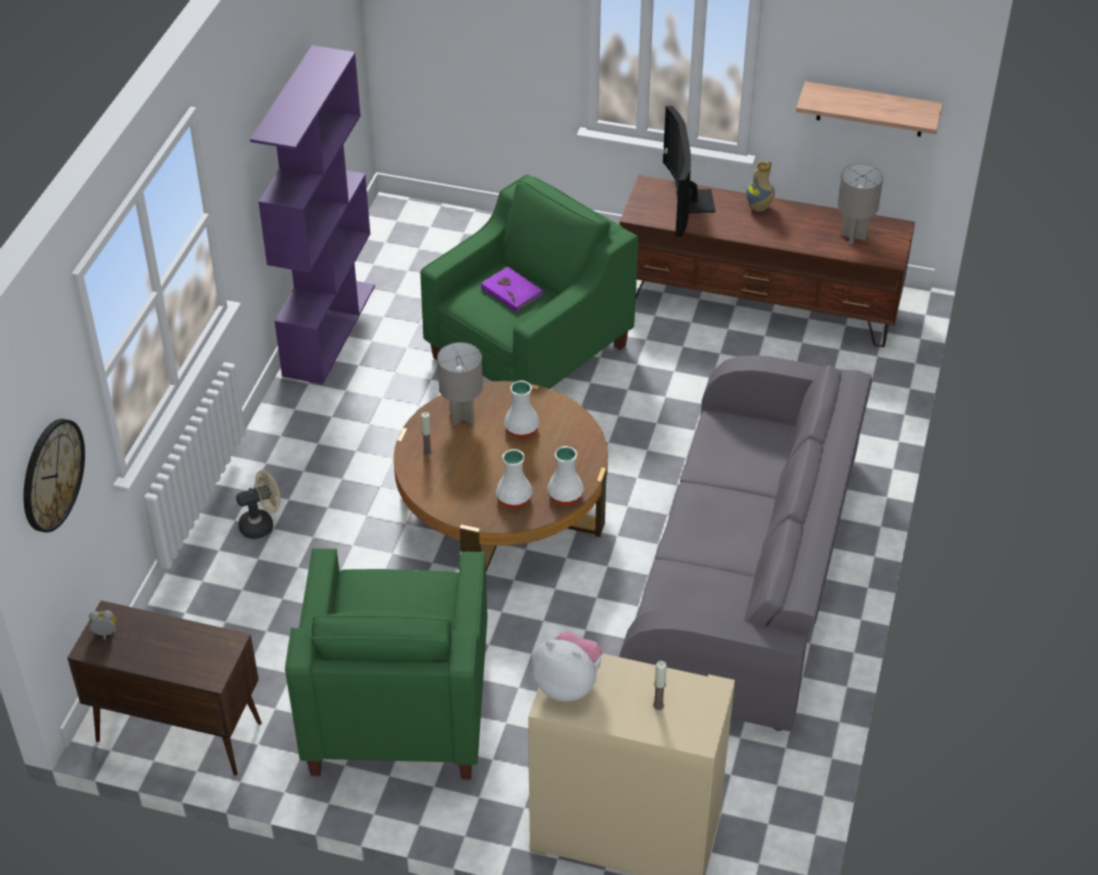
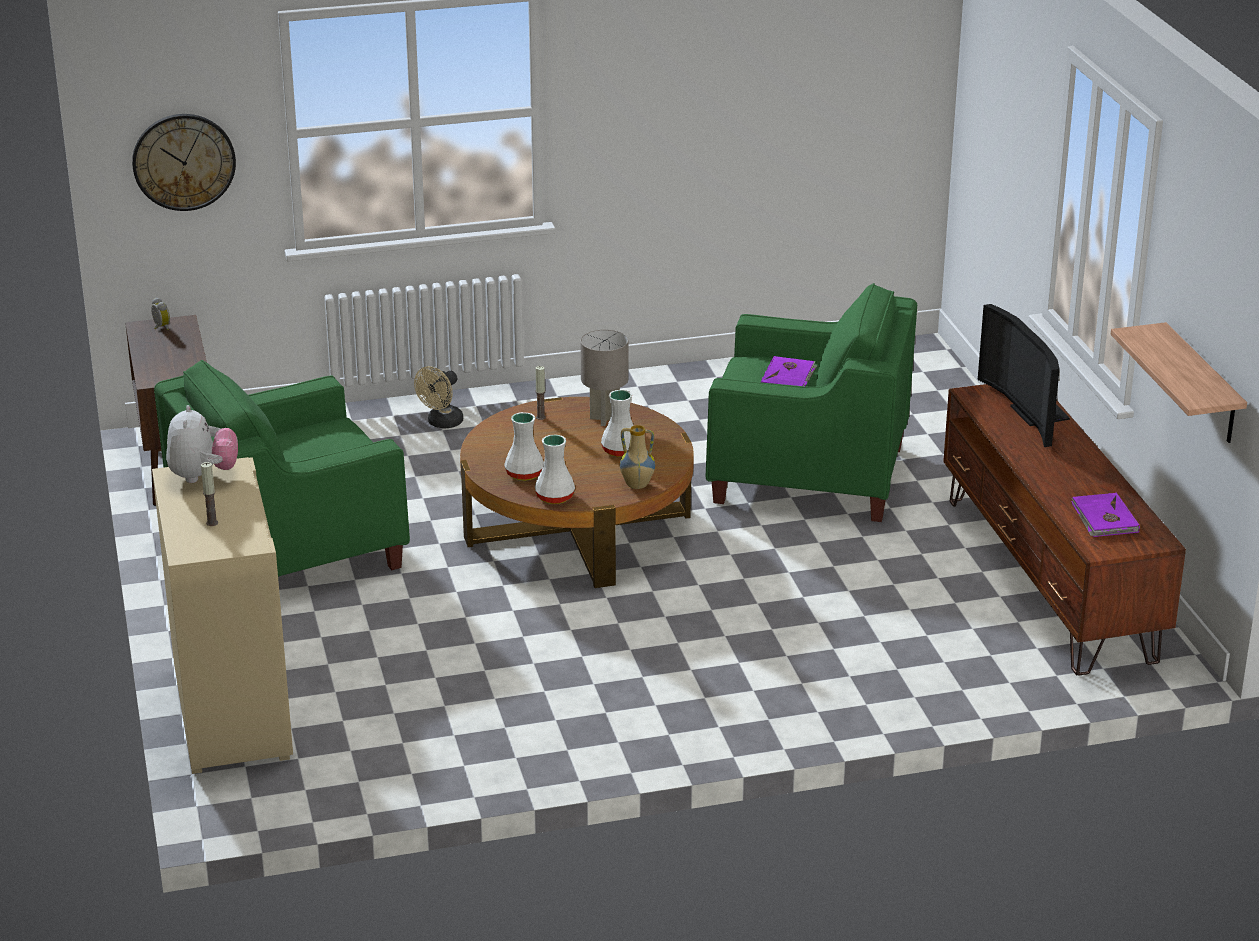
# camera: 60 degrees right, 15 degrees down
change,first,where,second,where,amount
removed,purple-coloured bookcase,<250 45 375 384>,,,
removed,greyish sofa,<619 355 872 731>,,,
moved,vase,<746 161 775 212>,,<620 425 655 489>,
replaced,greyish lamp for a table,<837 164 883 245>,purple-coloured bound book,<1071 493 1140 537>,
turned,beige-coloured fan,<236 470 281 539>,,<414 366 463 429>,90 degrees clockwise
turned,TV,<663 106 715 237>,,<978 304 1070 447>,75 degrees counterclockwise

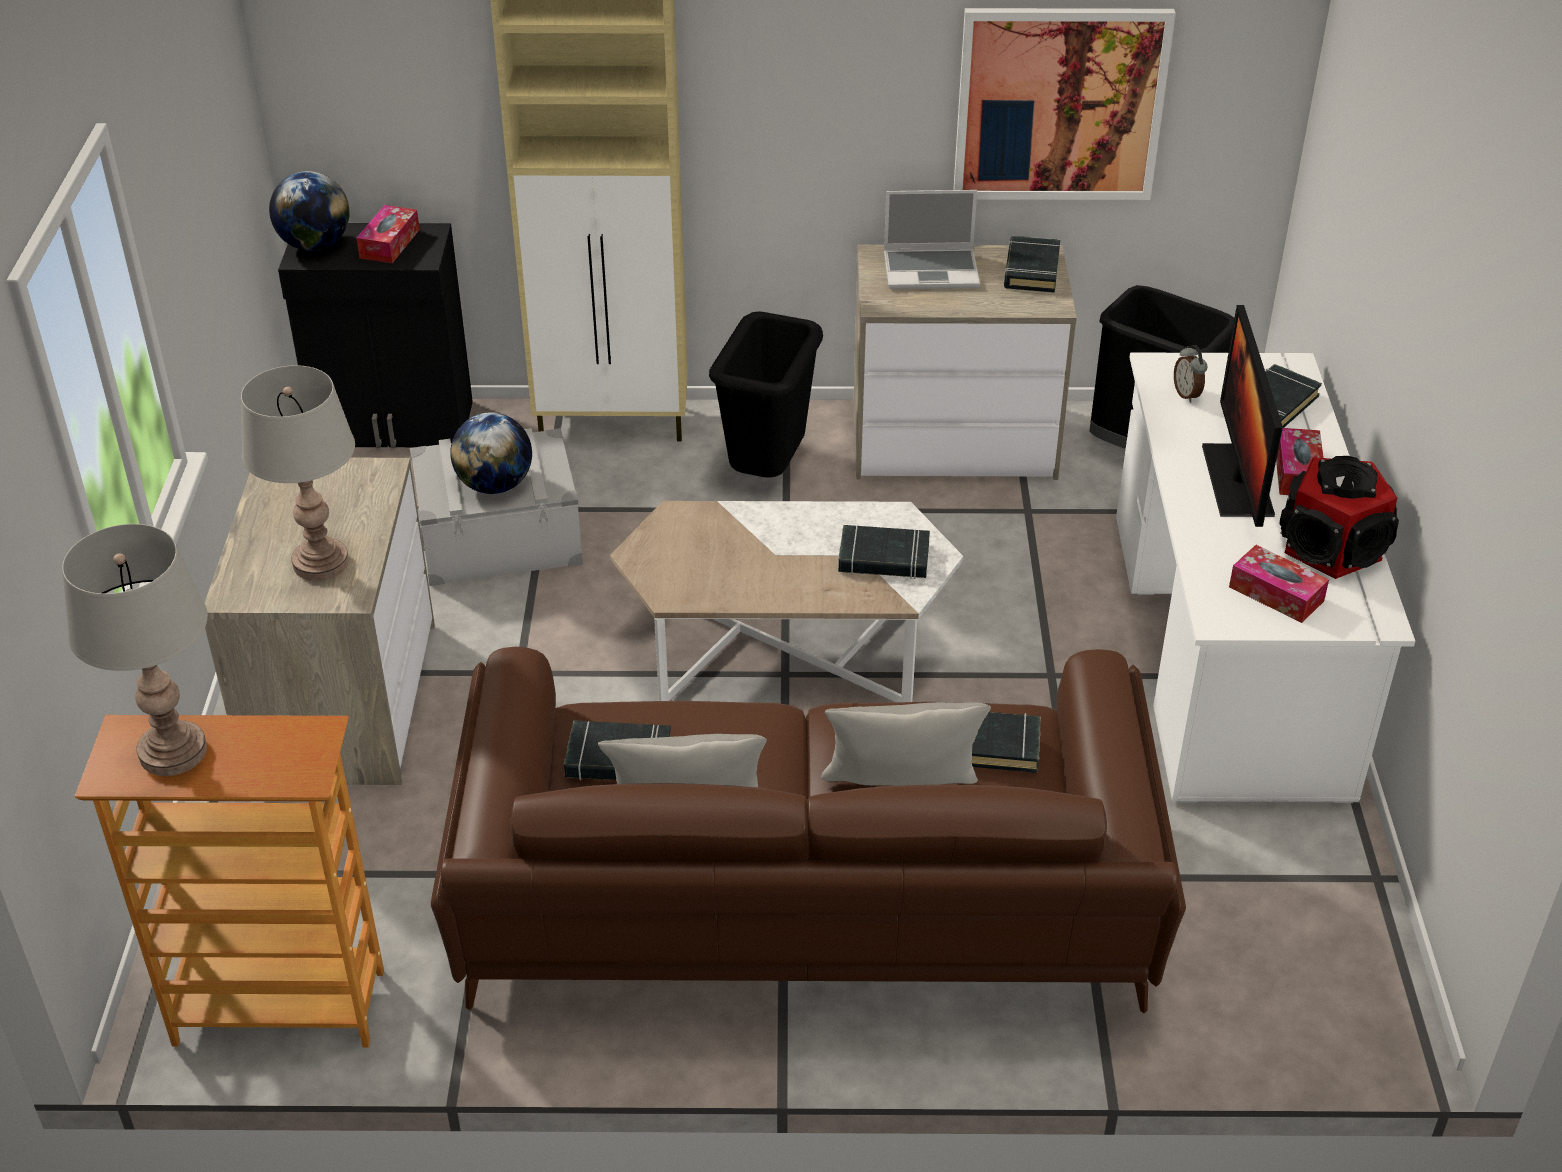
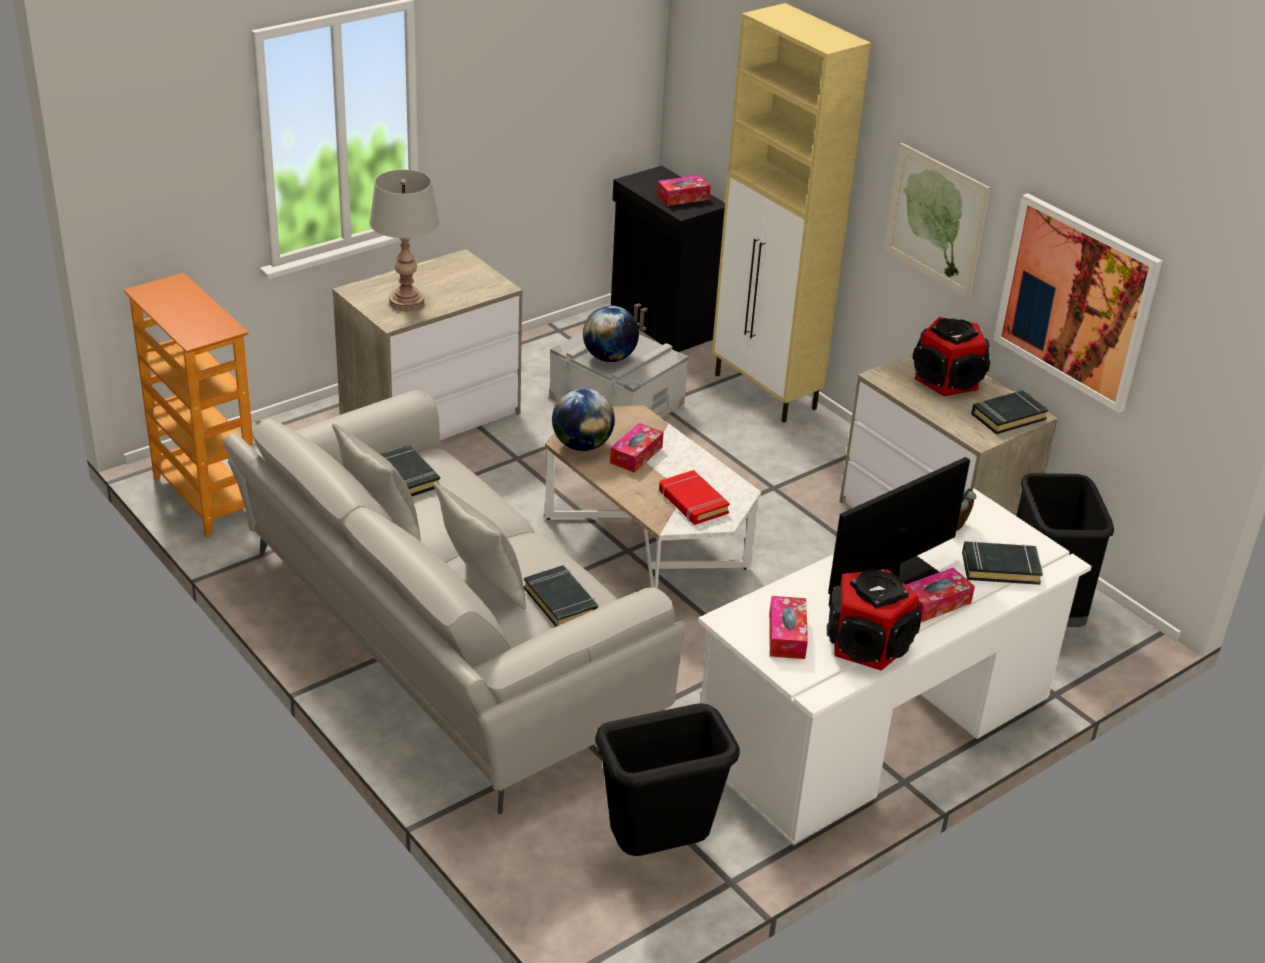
# camera: 50 degrees right, 5 degrees down
change,first,where,second,where,amount
removed,greyish lamp for a table,<62 524 208 776>,,,
added,,,box of tissues,<610 423 664 473>,
added,,,picture,<884 143 991 298>,
moved,desk globe,<269 171 350 251>,,<552 388 615 451>,
moved,black-coloured rubbish bin,<709 311 823 478>,,<595 703 740 856>,
replaced,notebook computer,<884 190 980 289>,speaker,<913 317 990 396>,
recoloured,brown-coloured sofa,<431 647 1186 1013>,greyish sofa,<223 390 686 814>,
recoloured,black-coloured bound book,<838 525 930 579>,red bound book,<659 470 730 525>,

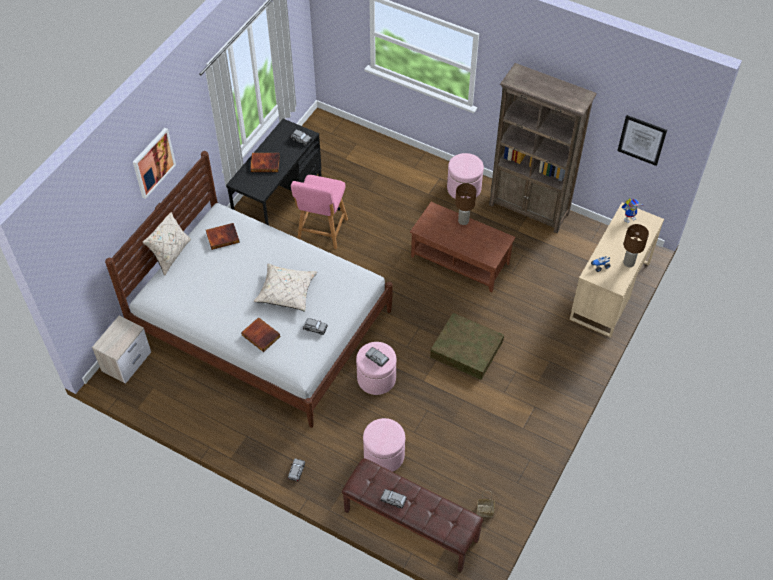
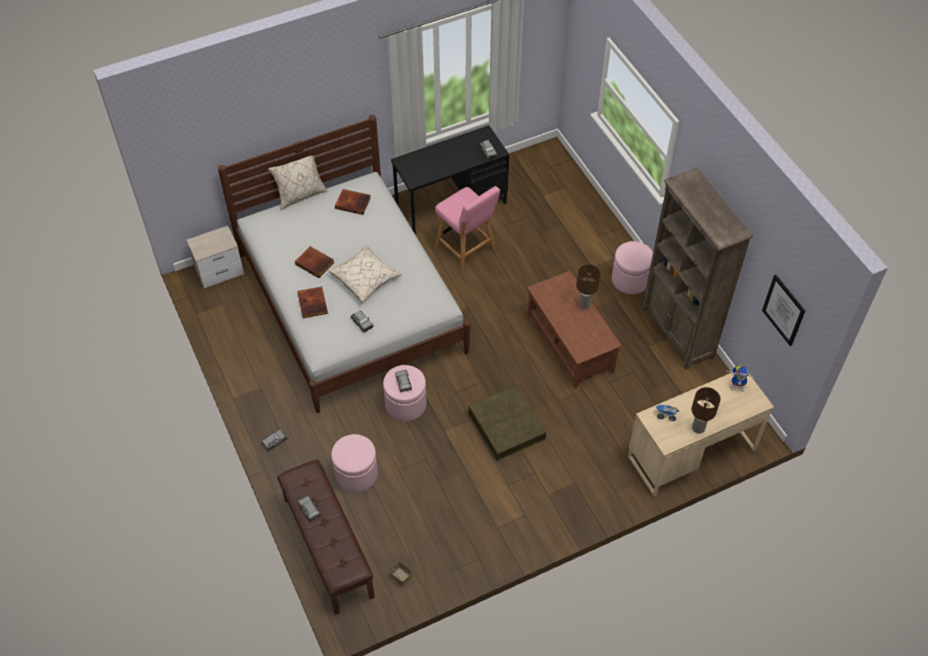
# camera: 35 degrees right, 0 degrees up
change,first,where,second,where,amount
removed,picture,<133 128 176 199>,,,
moved,bound book,<250 153 280 172>,,<295 246 335 278>,
turned,pinkish upright chair,<291 175 348 249>,,<435 186 500 271>,90 degrees counterclockwise

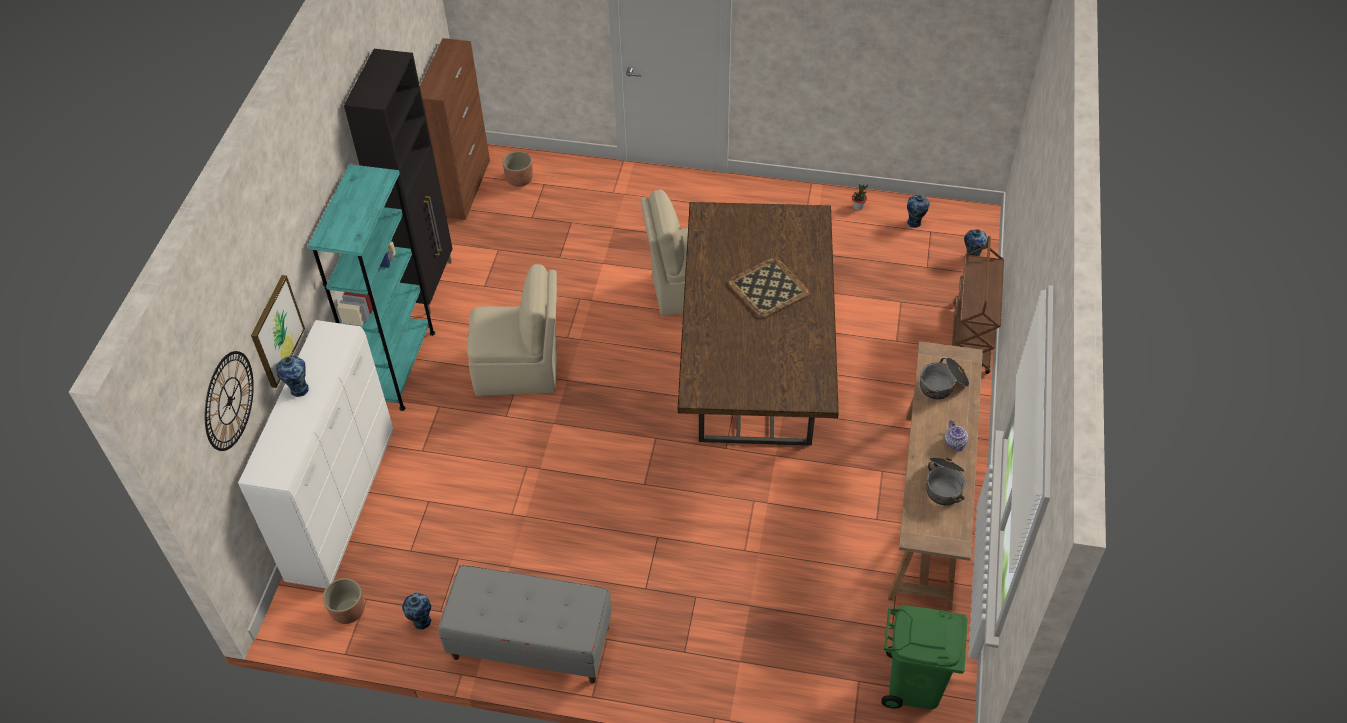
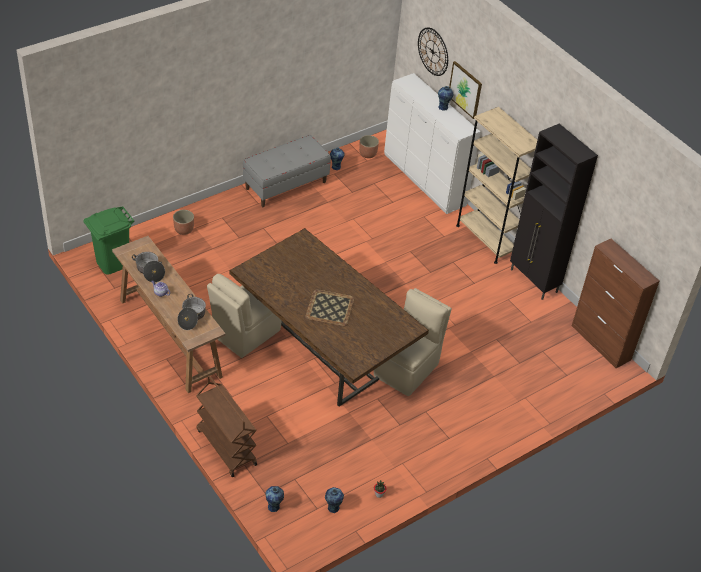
# camera: 130 degrees right, 5 degrees down
change,first,where,second,where,amount
moved,beige-coloured upright chair,<467 264 557 396>,,<207 274 282 358>,
moved,flower pot,<503 151 533 187>,,<173 210 194 235>,
recoloured,turquoise bookcase,<308 164 435 411>,beige-coloured bookcase,<456 107 537 264>,

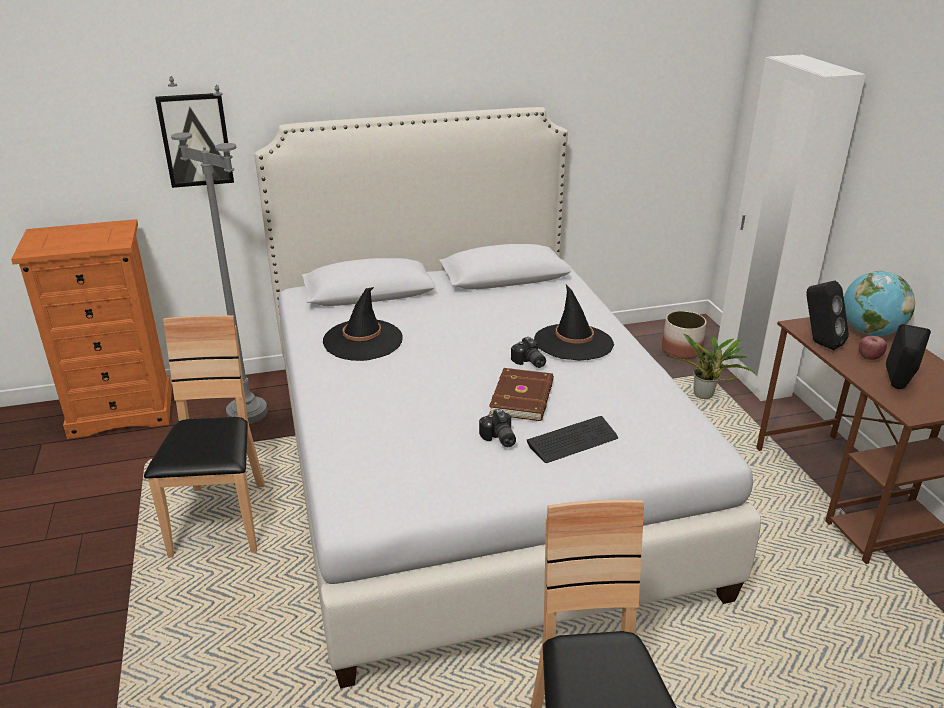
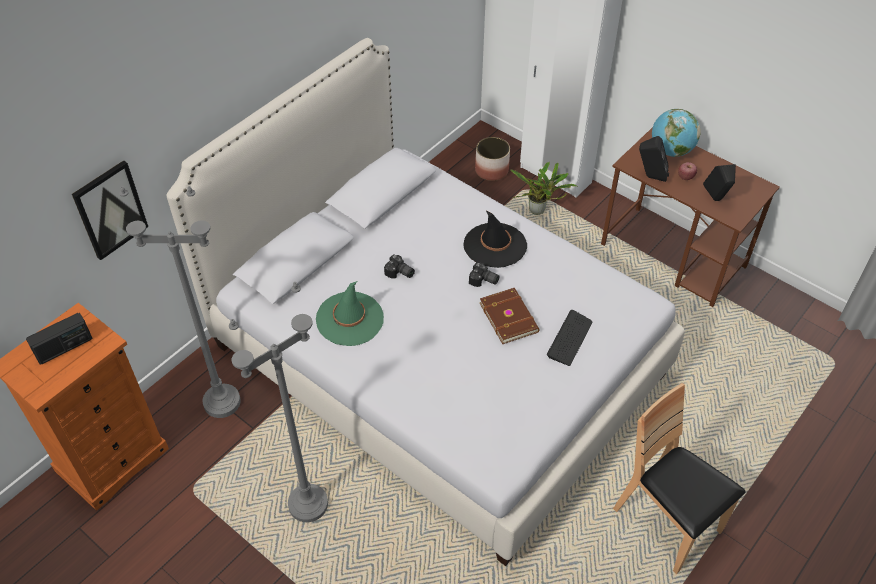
# camera: 35 degrees left, 20 degrees up
change,first,where,second,where,amount
added,,,radio receiver,<26 313 93 365>,
moved,photo camera,<479 409 516 447>,,<384 254 415 279>,
replaced,brown-coloured upright chair,<144 315 265 558>,greyish floor lamp,<229 282 328 522>,
recoloured,black-coloured wearable hat,<323 287 403 361>,green-coloured wearable hat,<316 281 384 346>,

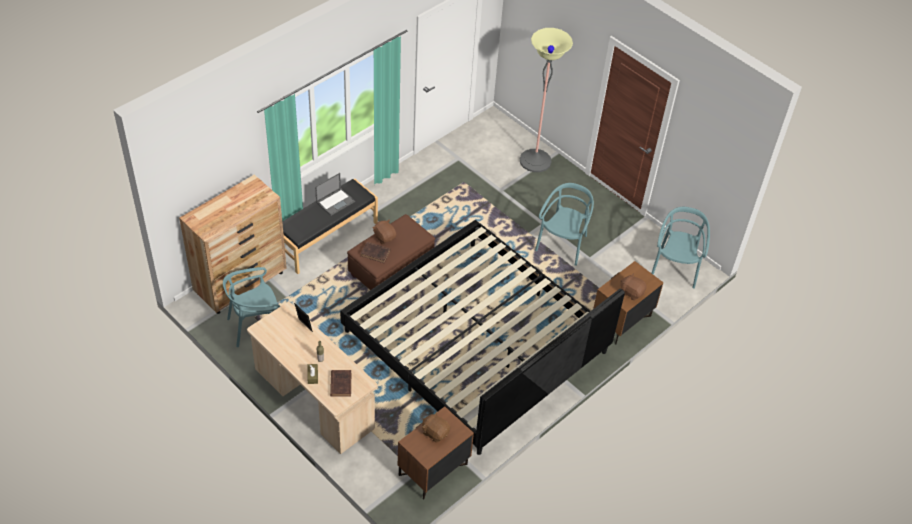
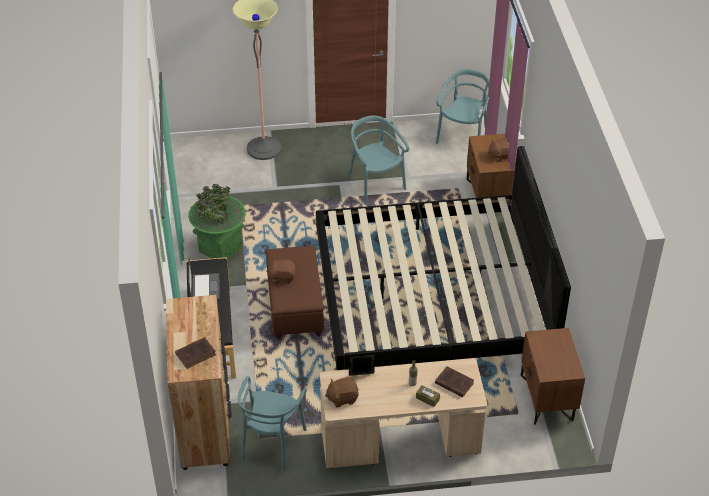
# camera: 50 degrees left, 5 degrees down
change,first,where,second,where,amount
added,,,green-coloured flower pot,<188 184 246 260>,
moved,brown-coloured bound book,<361 242 391 263>,,<175 337 216 369>,
moved,brown-coloured plush toy,<422 412 450 442>,,<325 377 359 407>,
turned,turquoise upright chair,<652 207 710 289>,,<436 69 489 144>,60 degrees clockwise

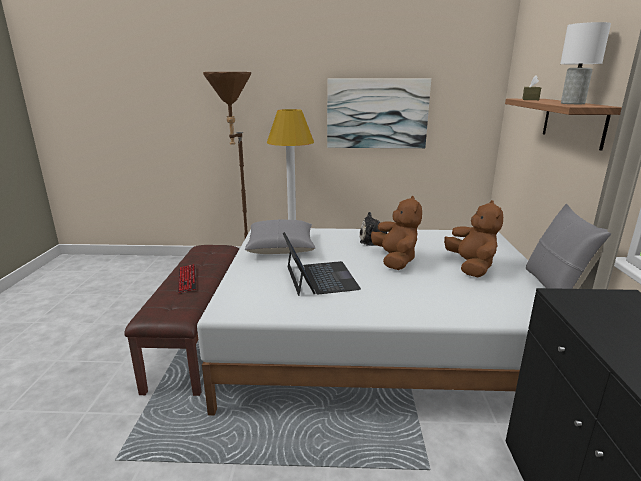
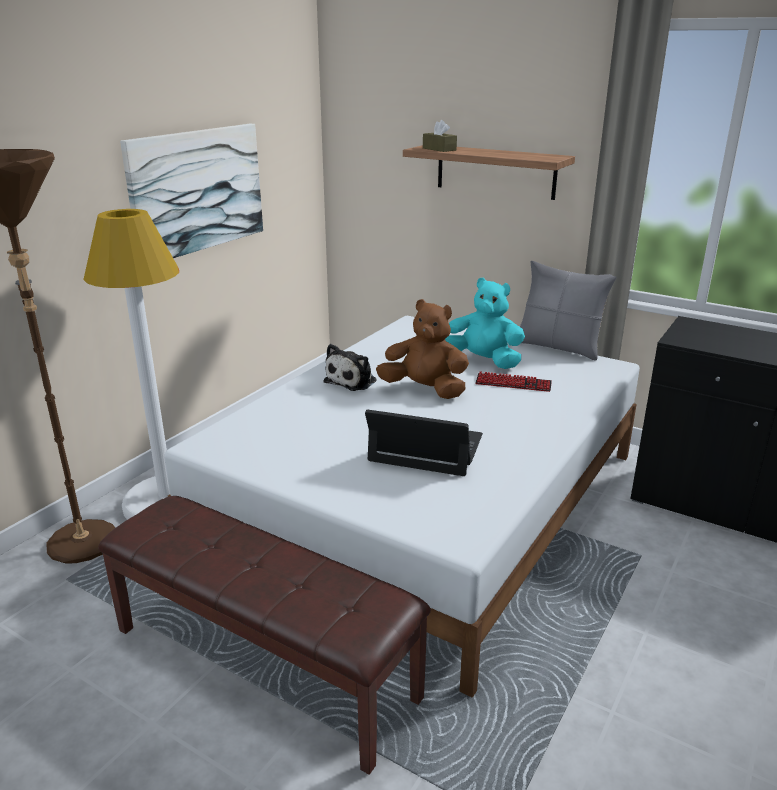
# camera: 60 degrees left, 5 degrees up
change,first,where,second,where,amount
removed,greyish throw pillow,<245 219 315 254>,,,
removed,white-coloured lamp for a table,<560 22 611 104>,,,
moved,PC keyboard,<178 264 196 293>,,<476 371 552 392>,
recoloured,brown-coloured plush toy,<444 200 503 277>,turquoise plush toy,<445 278 525 369>,

